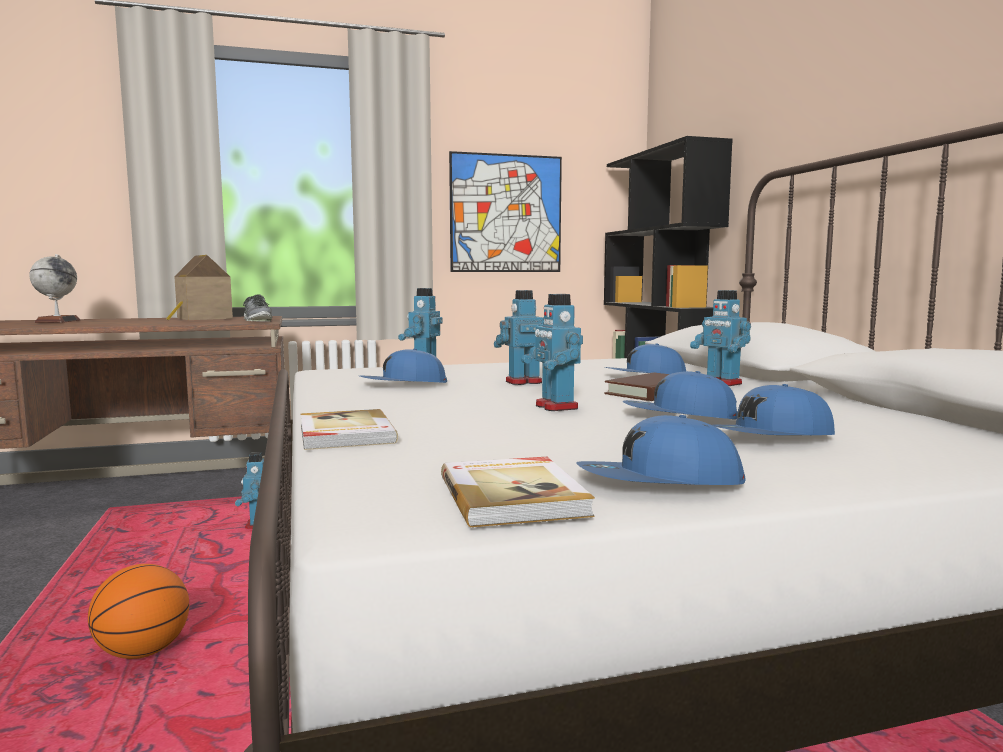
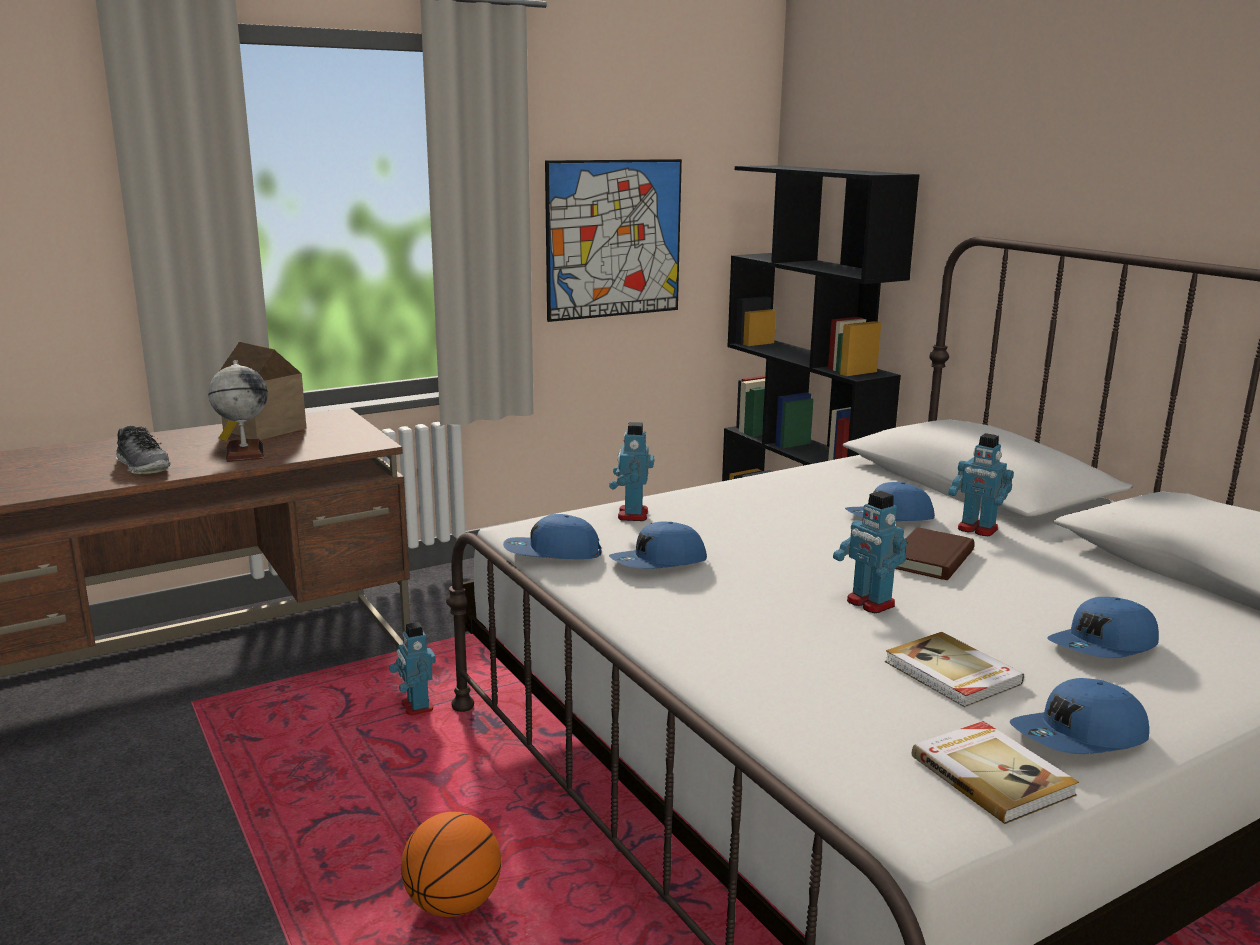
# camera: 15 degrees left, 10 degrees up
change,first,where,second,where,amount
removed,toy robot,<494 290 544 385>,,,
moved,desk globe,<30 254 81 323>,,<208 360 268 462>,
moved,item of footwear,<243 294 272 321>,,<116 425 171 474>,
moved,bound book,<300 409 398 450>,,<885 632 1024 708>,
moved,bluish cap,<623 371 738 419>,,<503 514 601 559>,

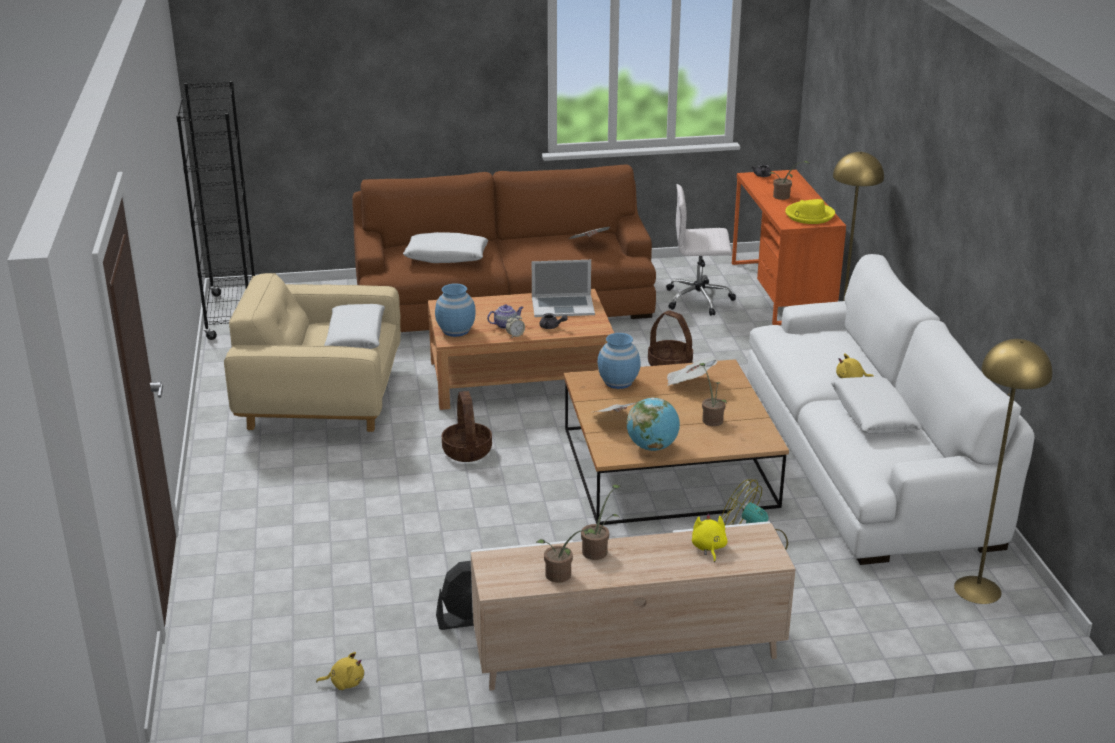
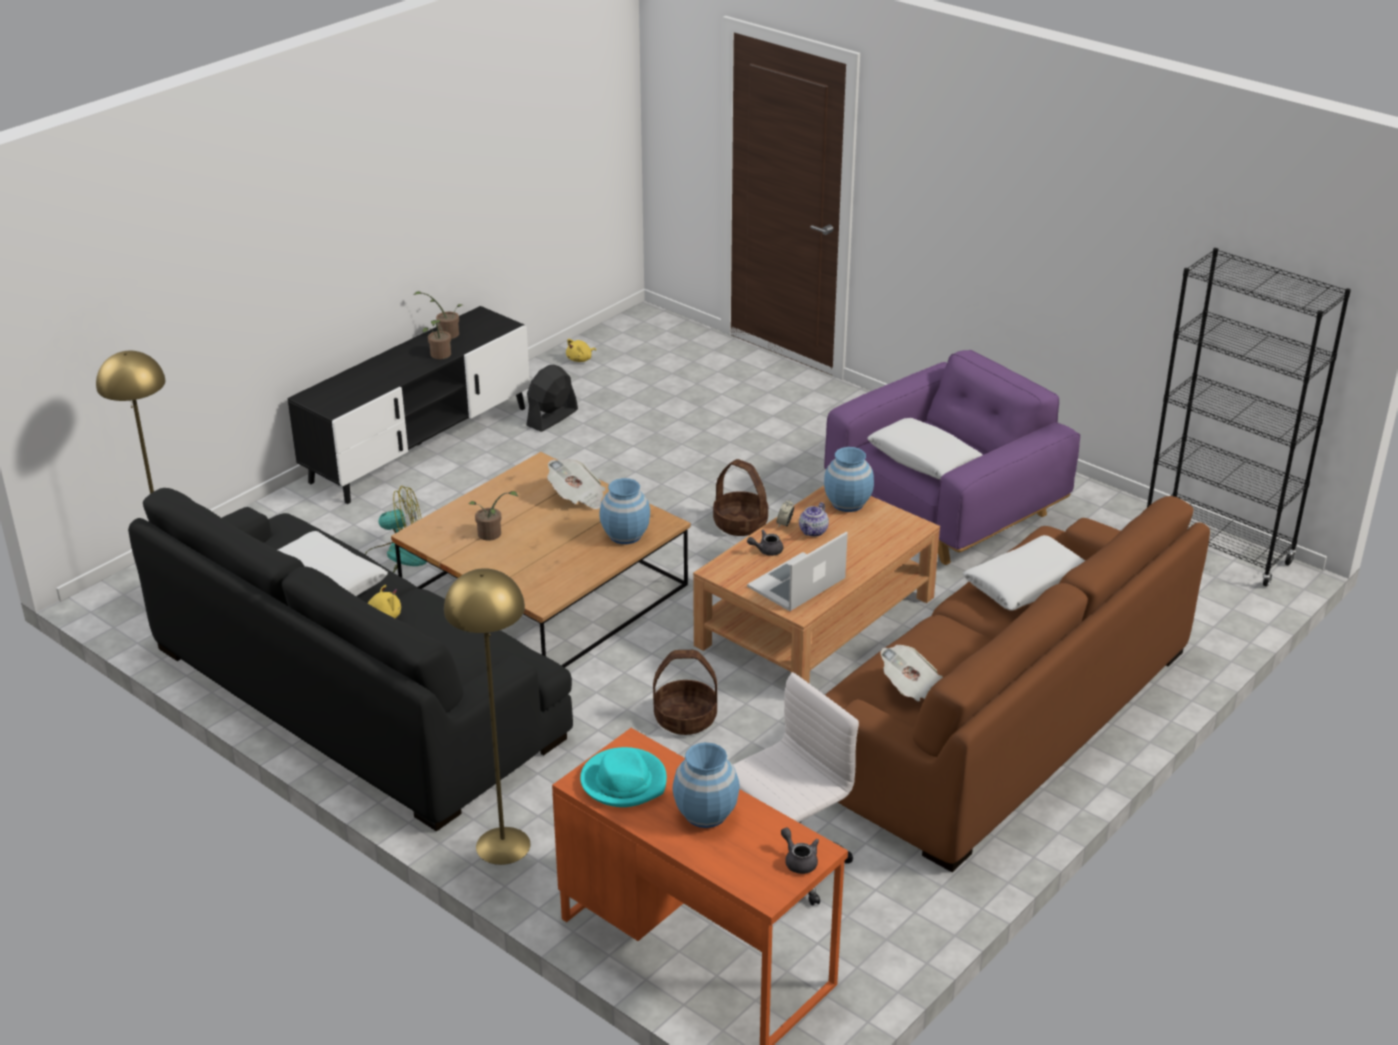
# camera: 140 degrees right, 5 degrees up
change,first,where,second,where,amount
removed,desk globe,<627 397 680 451>,,,
removed,newspaper,<667 356 718 386>,,,
removed,yellowish plush toy,<692 514 728 562>,,,
replaced,plant in a pot,<769 161 809 200>,bluish vase,<673 742 740 828>,
recoloured,beige-coloured easy chair,<224 273 401 432>,purple-coloured easy chair,<824 350 1080 565>,
recoloured,beige-coloured tv unit,<470 521 796 690>,black-coloured tv unit,<287 306 530 504>,
recoloured,white-coloured sofa,<747 254 1035 565>,black-coloured sofa,<128 488 573 831>,
recoloured,yellowish wearable hat,<785 199 835 224>,turquoise wearable hat,<580 747 667 807>,

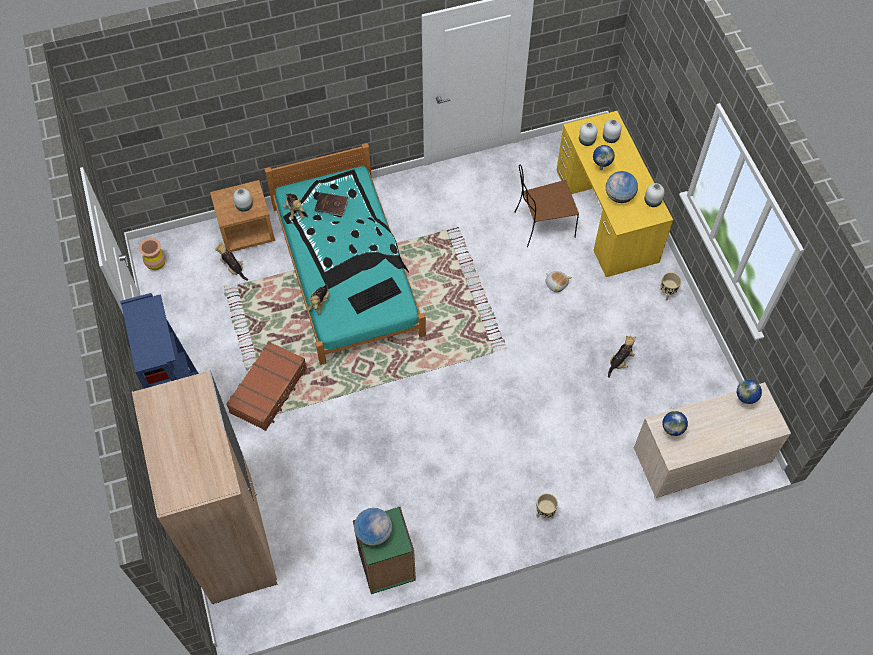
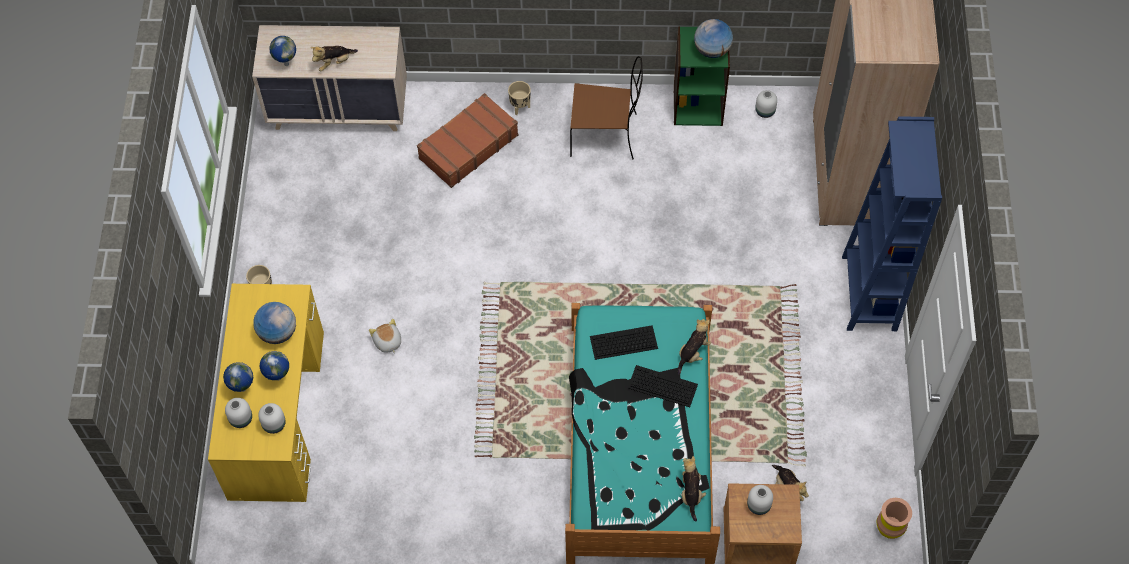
# camera: 160 degrees left, 0 degrees up
change,first,where,second,where,amount
removed,brown-coloured bound book,<314 192 349 217>,,,
added,,,PC keyboard,<628 365 698 407>,
moved,brown-coloured suitcase,<226 341 307 431>,,<417 93 519 188>,
moved,brown-coloured upright chair,<515 164 579 247>,,<570 56 643 160>,
moved,plush toy,<608 336 636 378>,,<310 46 358 71>,
moved,white-coloured vase,<645 183 665 207>,,<755 90 777 118>,
moved,desk globe,<663 411 688 436>,,<223 362 253 392>,

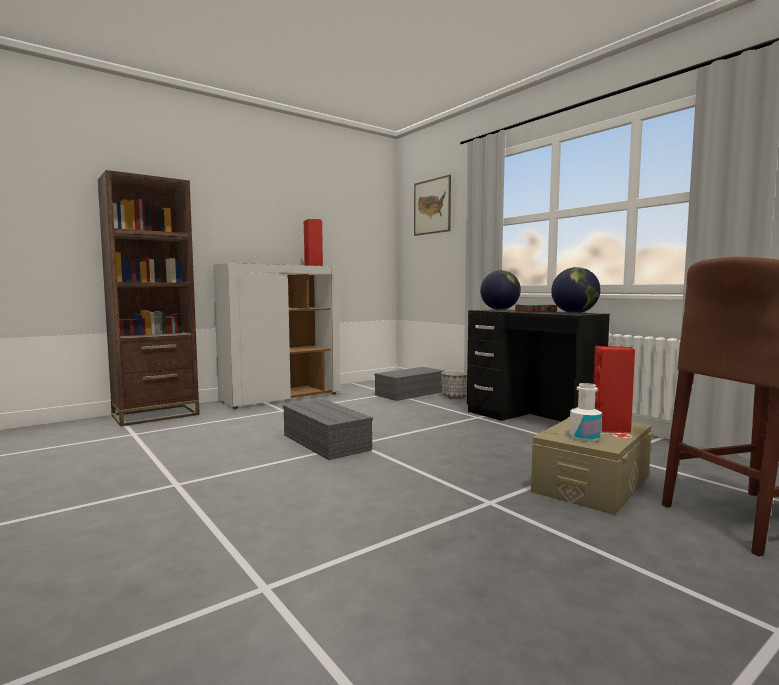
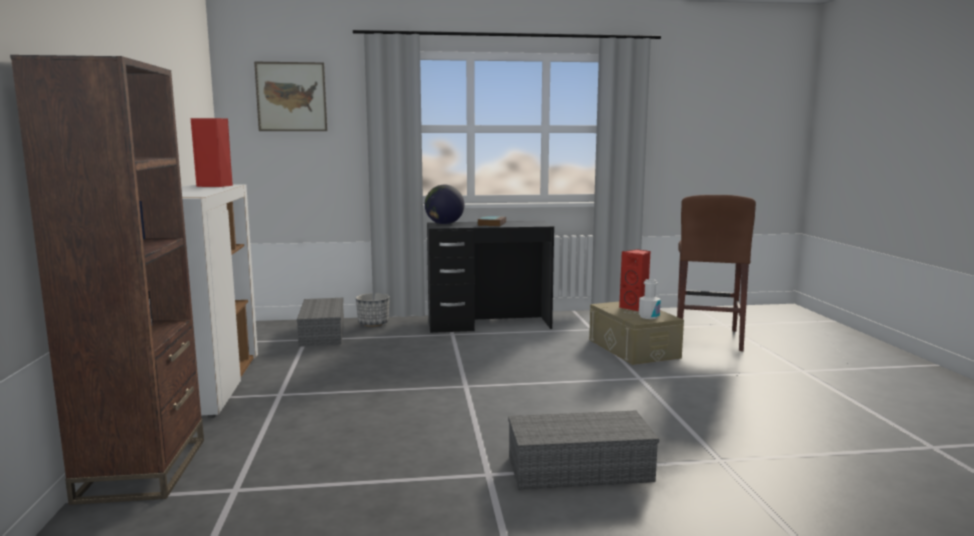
# camera: 60 degrees left, 5 degrees up
change,first,where,second,where,amount
removed,desk globe,<551 267 600 313>,,,
moved,greyish storage container,<283 399 373 460>,,<508 411 659 490>,

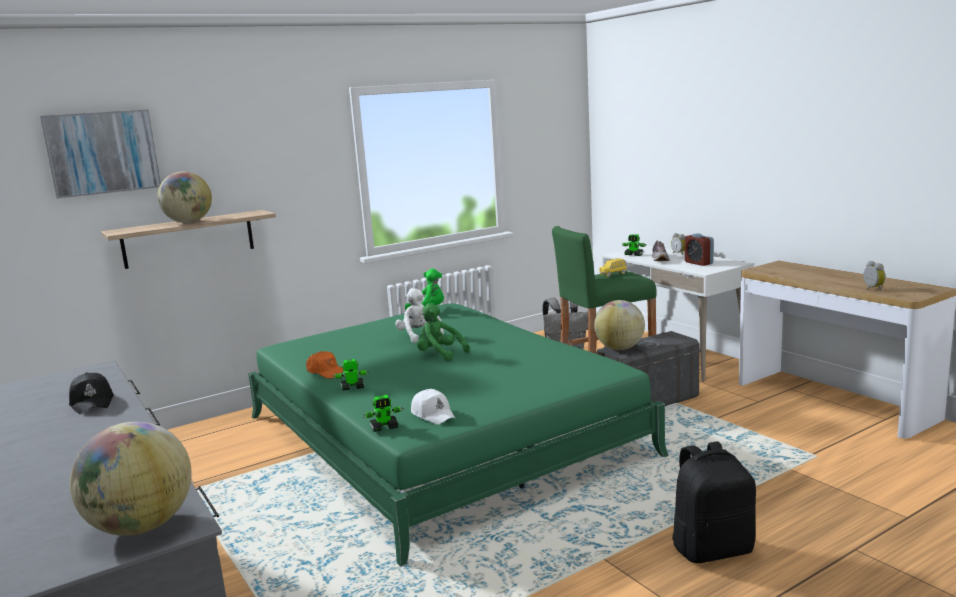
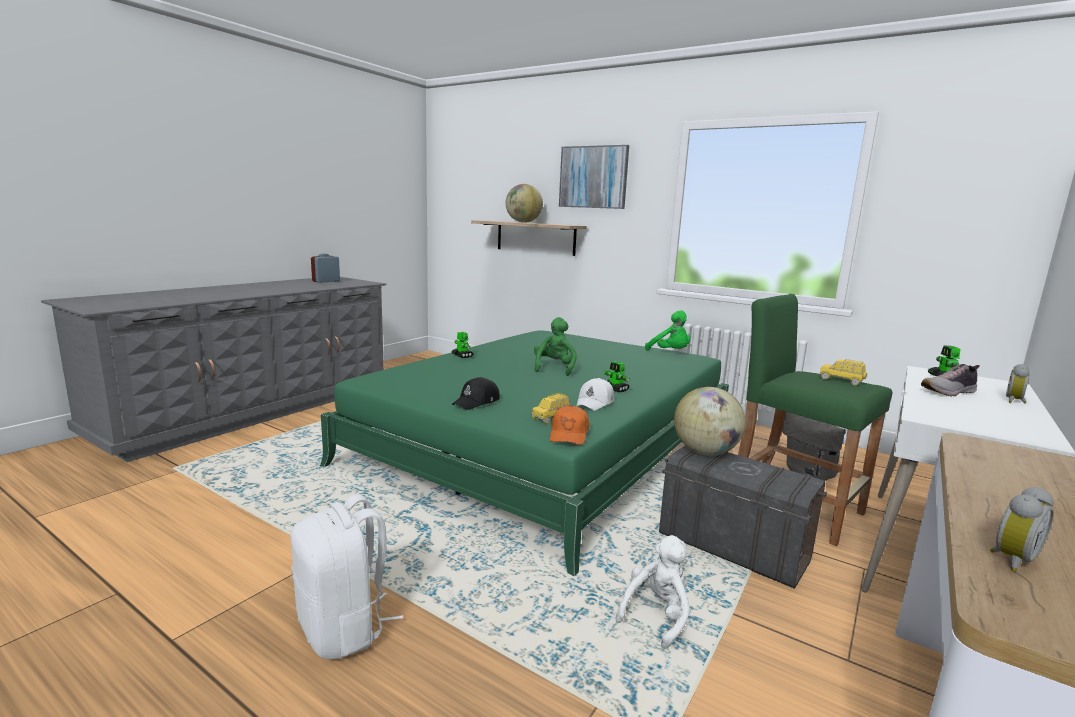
# camera: 65 degrees right, 0 degrees up
change,first,where,second,where,amount
removed,desk globe,<70 422 192 536>,,,
added,,,yellowish model car,<532 393 570 424>,
moved,picture,<40 109 161 199>,,<559 145 629 209>,
moved,black-coloured cap,<69 372 114 414>,,<452 377 500 410>,
moved,orange cap,<306 351 343 379>,,<550 405 589 445>,
moved,toy robot,<363 395 403 432>,,<604 361 630 392>,
moved,white-coloured plush toy,<395 288 444 343>,,<616 535 690 649>,
moved,white-coloured cap,<411 389 455 425>,,<576 378 614 410>,
moved,table clock,<685 233 714 266>,,<311 253 340 283>,
recoloured,black-coloured rucksack,<672 442 756 563>,white-coloured rucksack,<291 494 403 659>,

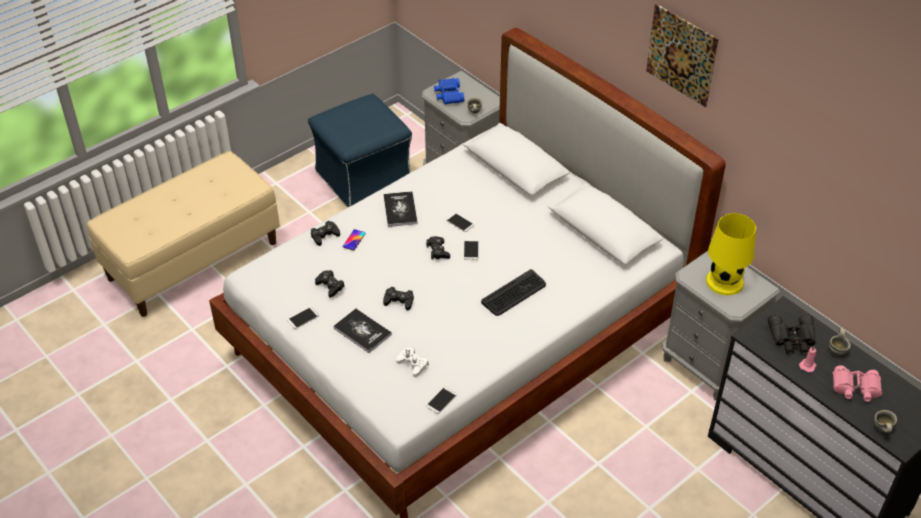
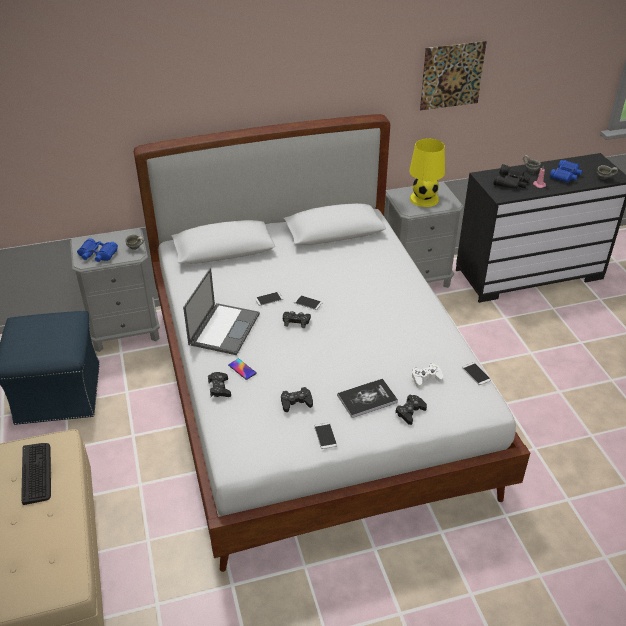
# camera: 65 degrees left, 5 degrees down
change,first,where,second,where,amount
moved,black-coloured joypad,<383 287 414 310>,,<395 394 427 425>,
moved,PC keyboard,<481 269 546 316>,,<21 443 51 505>,
moved,picture,<646 4 719 107>,,<420 41 487 110>,
replaced,bound book,<384 191 417 227>,notebook computer,<183 268 260 355>,
recoloured,pinkish pair of binoculars,<833 365 882 402>,bluish pair of binoculars,<550 160 582 183>,

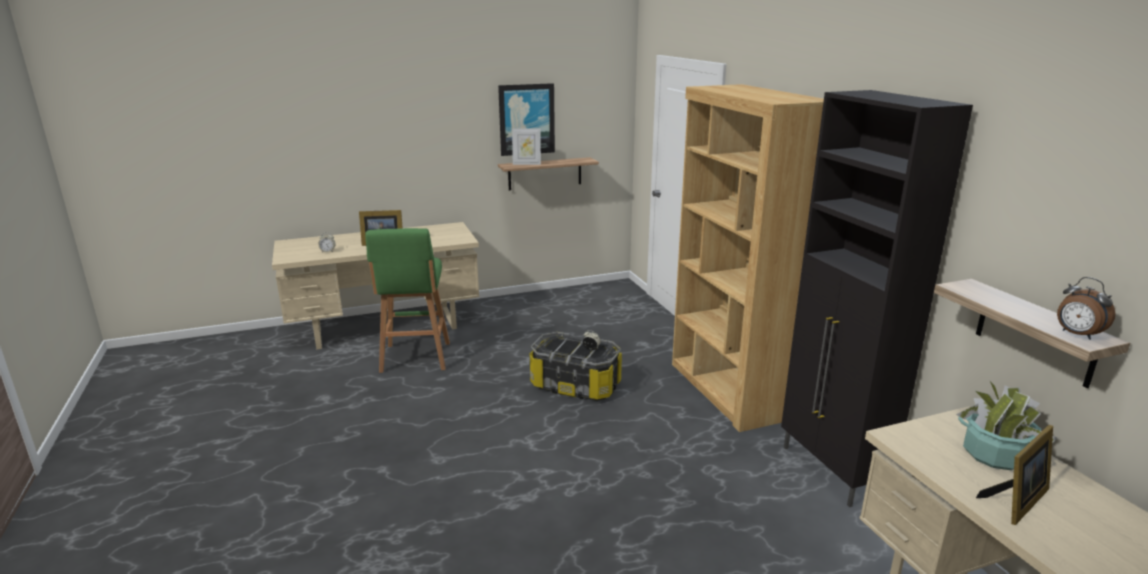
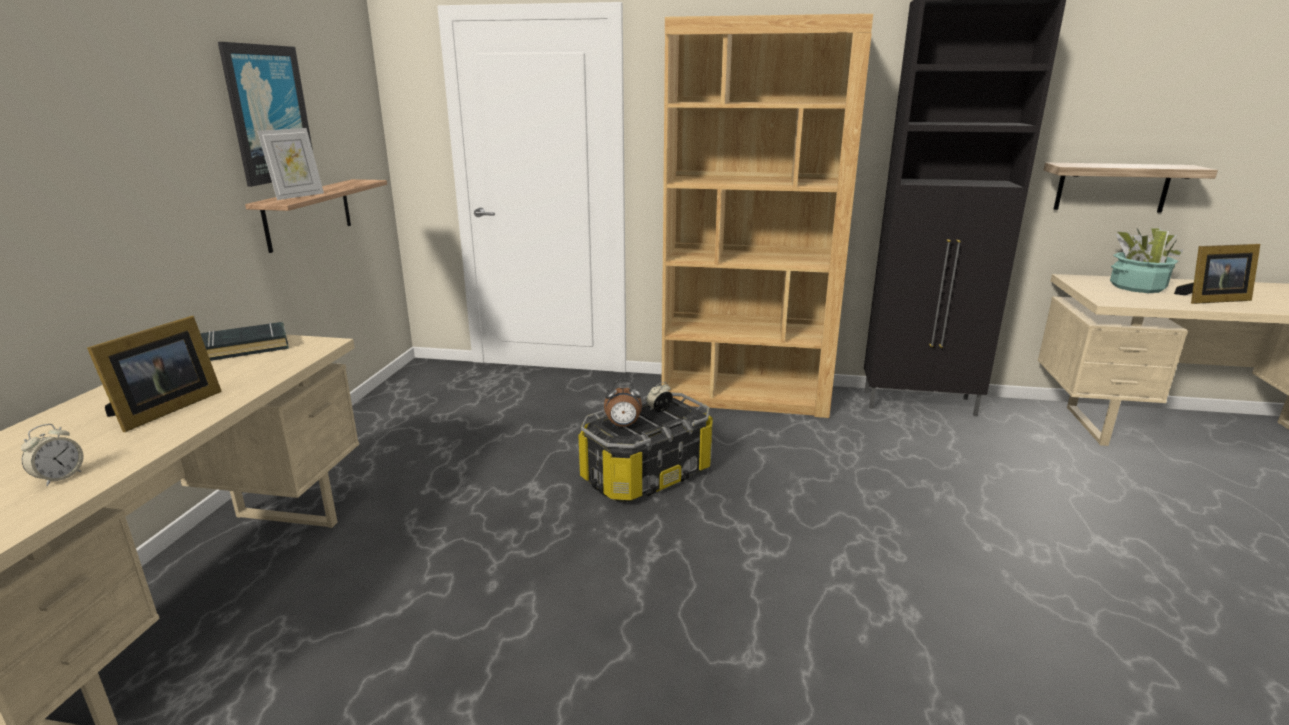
# camera: 60 degrees left, 0 degrees up
change,first,where,second,where,amount
removed,green-coloured sitting stool,<365 228 450 373>,,,
added,,,black-coloured bound book,<200 322 289 361>,
moved,table clock,<1057 277 1116 340>,,<604 379 642 427>,
turned,picture frame,<976 425 1053 525>,,<1174 244 1260 304>,90 degrees clockwise

